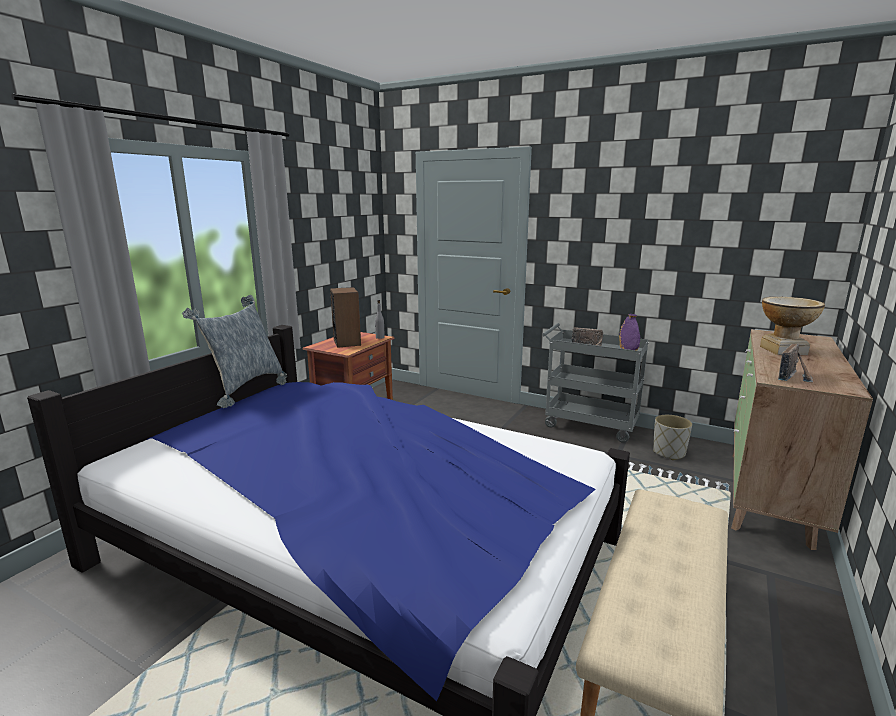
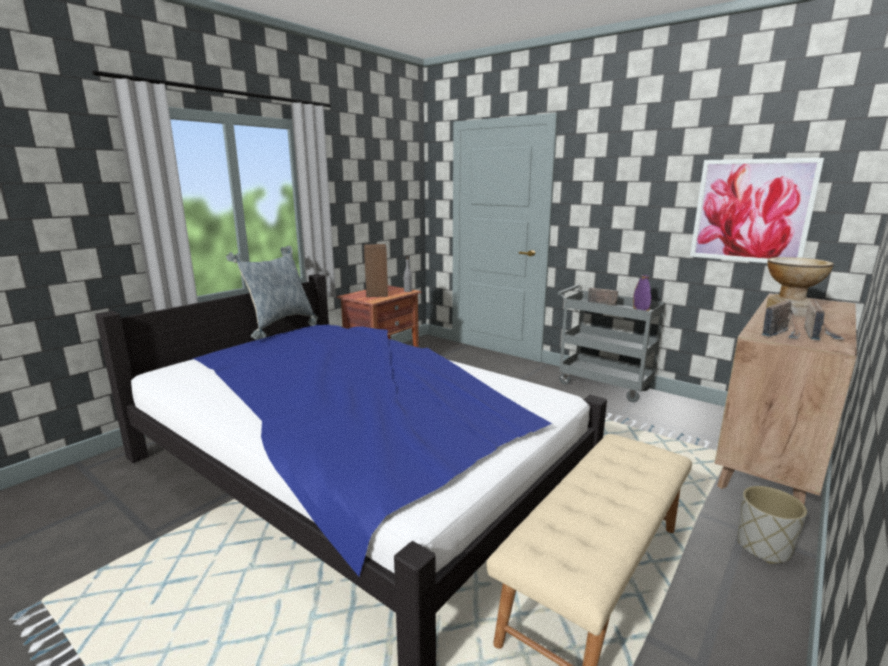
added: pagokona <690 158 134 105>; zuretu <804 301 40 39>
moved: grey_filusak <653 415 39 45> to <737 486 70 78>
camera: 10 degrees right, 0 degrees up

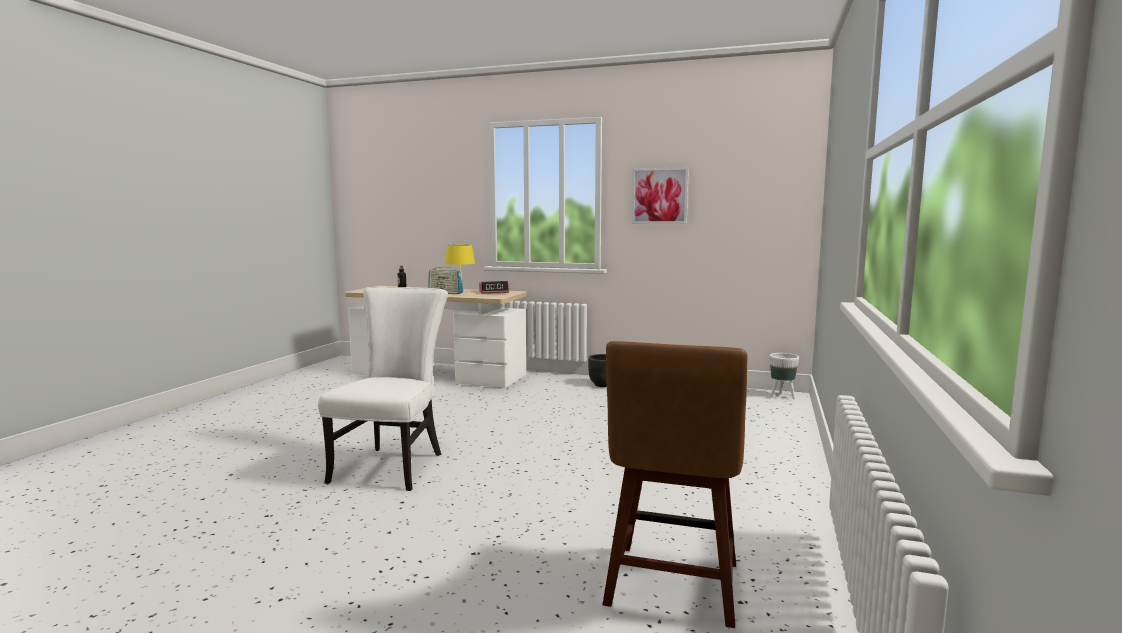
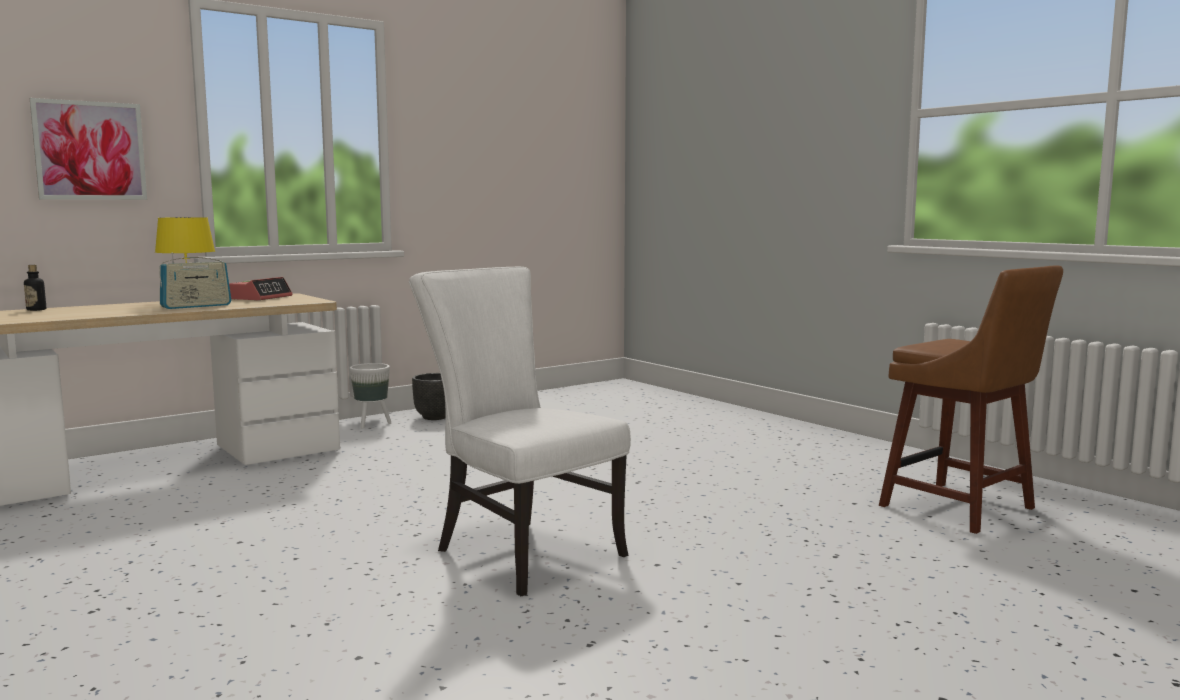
moved: pagokona <632 167 57 57> to <30 98 117 102>; white_filusak <770 353 29 46> to <350 363 41 66>
camera: 55 degrees left, 0 degrees up

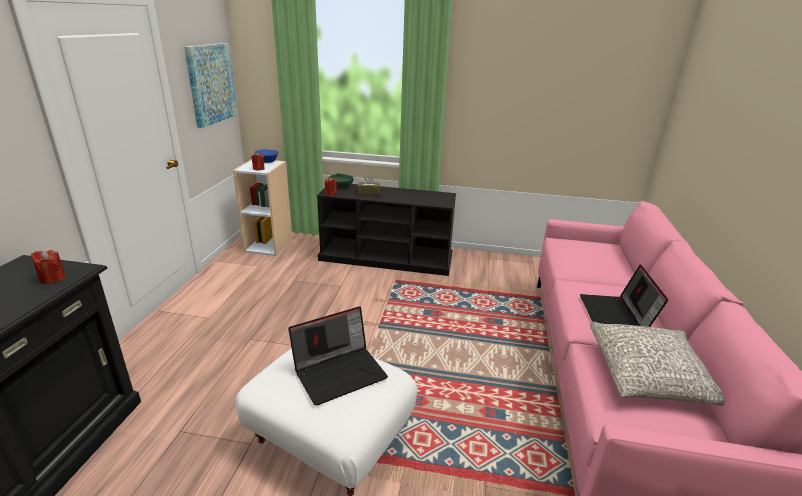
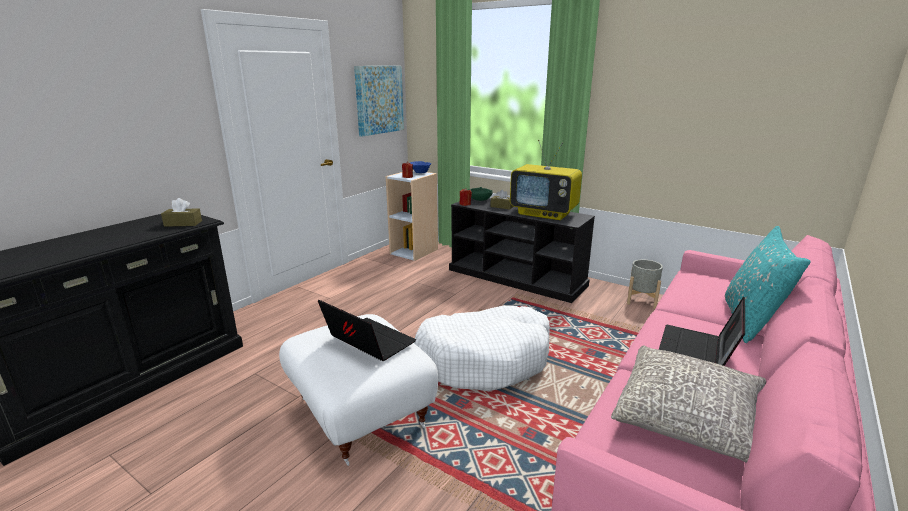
added: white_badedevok <414 306 136 85>; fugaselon <510 140 72 80>; grey_filusak <627 259 36 50>; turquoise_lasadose <725 226 86 117>
replaced: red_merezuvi <31 250 35 34> to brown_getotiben <161 198 41 29>
turned: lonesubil <288 306 100 100> = <318 300 98 61> 135 degrees counterclockwise
camera: 25 degrees right, 5 degrees down

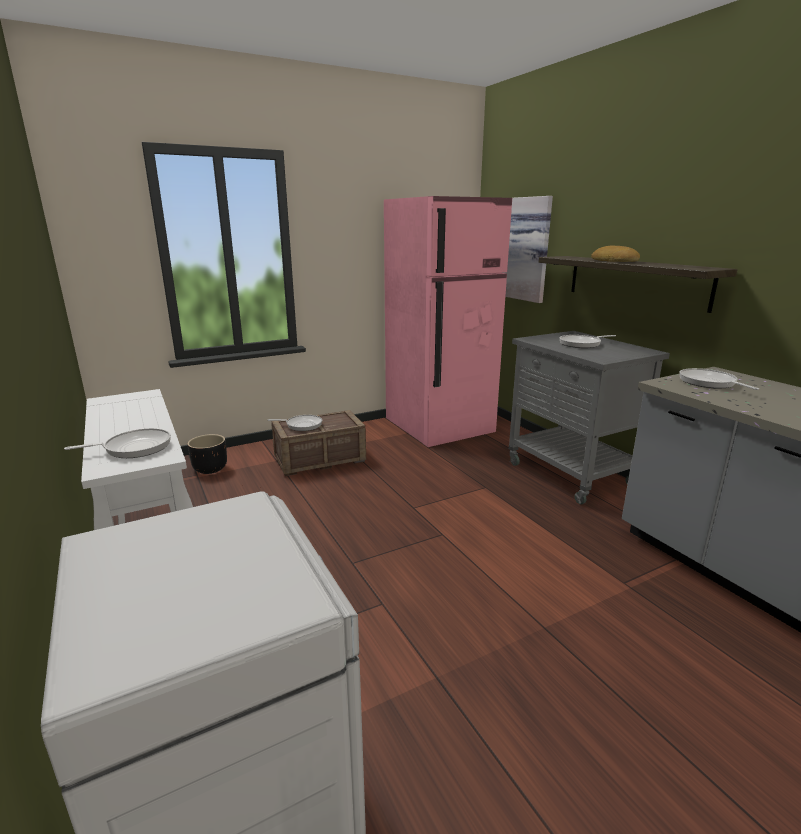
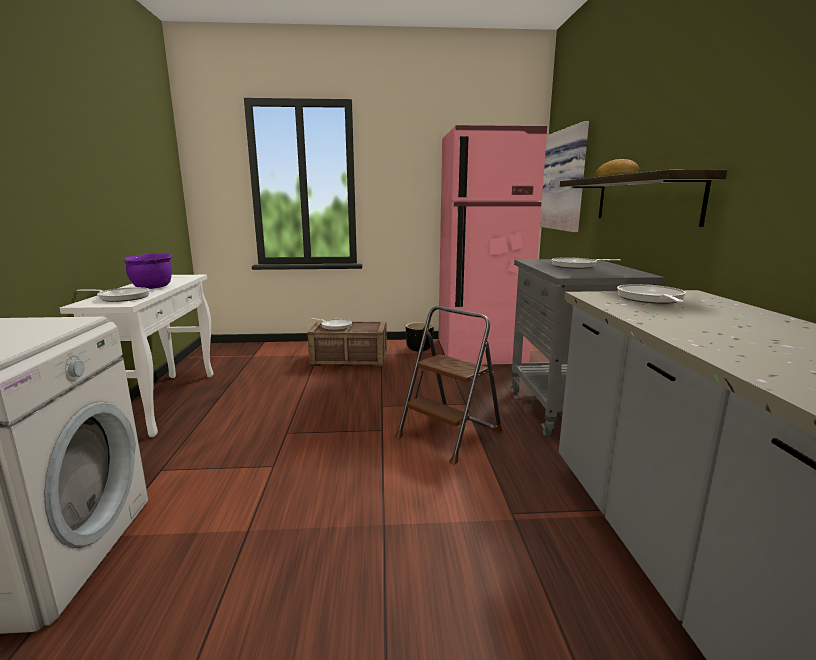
added: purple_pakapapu <123 253 49 36>; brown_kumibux <394 306 108 159>
moved: black_filusak <188 434 39 40> to <406 322 28 30>
camera: 25 degrees right, 5 degrees down

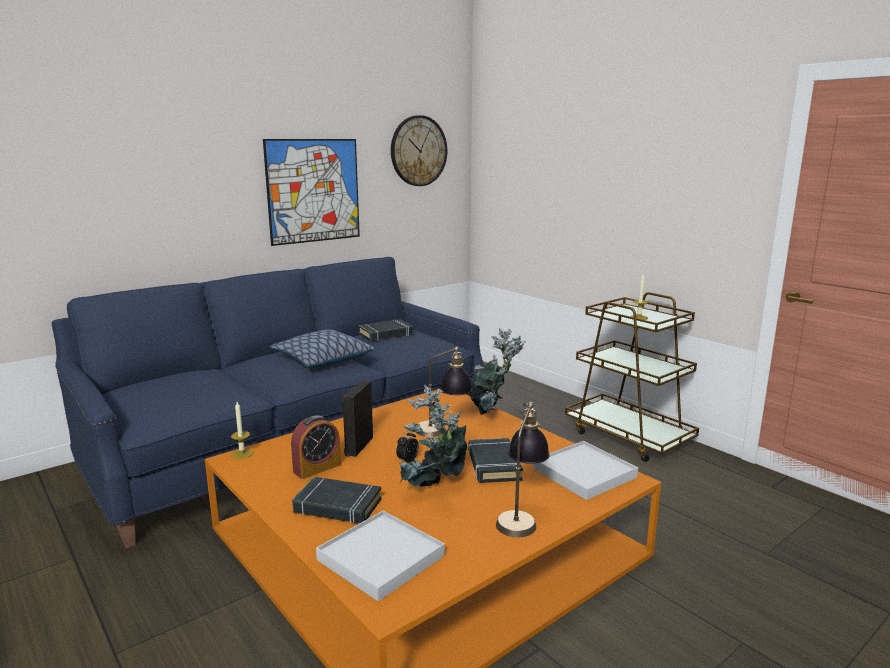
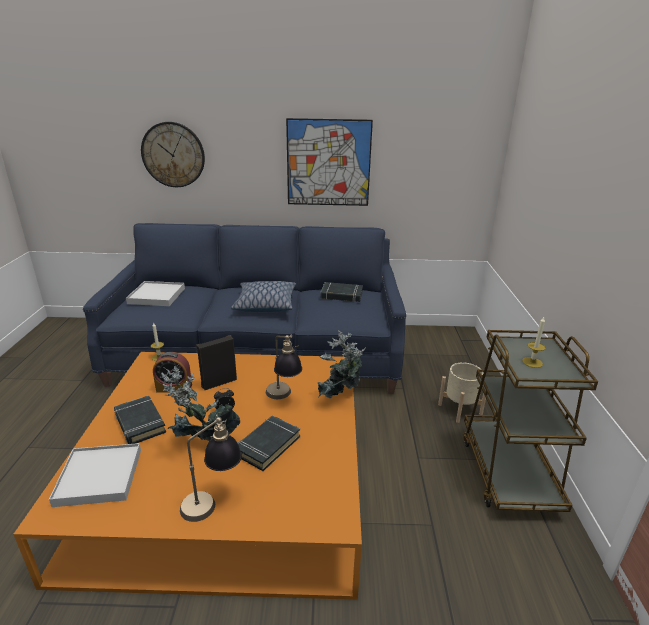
added: beige_filusak <438 362 48 61>
moved: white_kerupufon <533 441 105 59> to <126 281 59 25>; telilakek <391 115 56 71> to <141 122 64 65>
camera: 40 degrees right, 10 degrees up

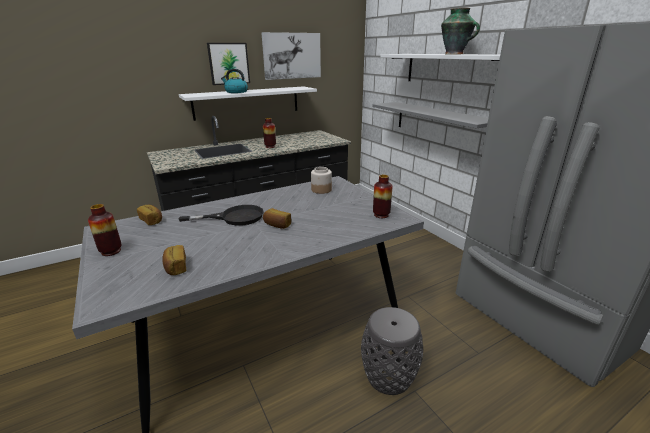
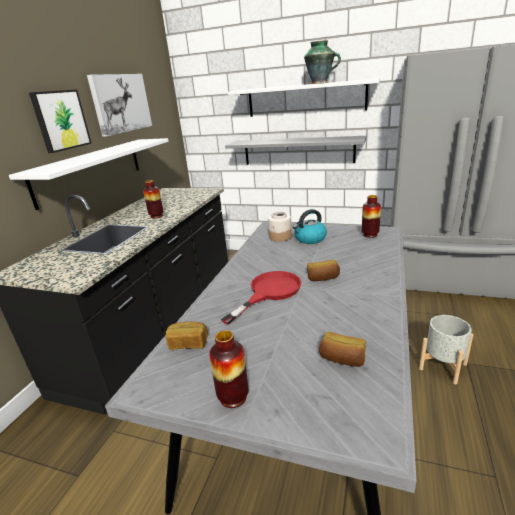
moved: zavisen <221 69 27 24> to <293 209 34 35>
replaced: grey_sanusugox <361 307 62 88> to grey_filusak <419 315 54 69>
recoloured: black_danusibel <178 205 86 21> to red_danusibel <221 271 80 54>
camera: 40 degrees left, 0 degrees up

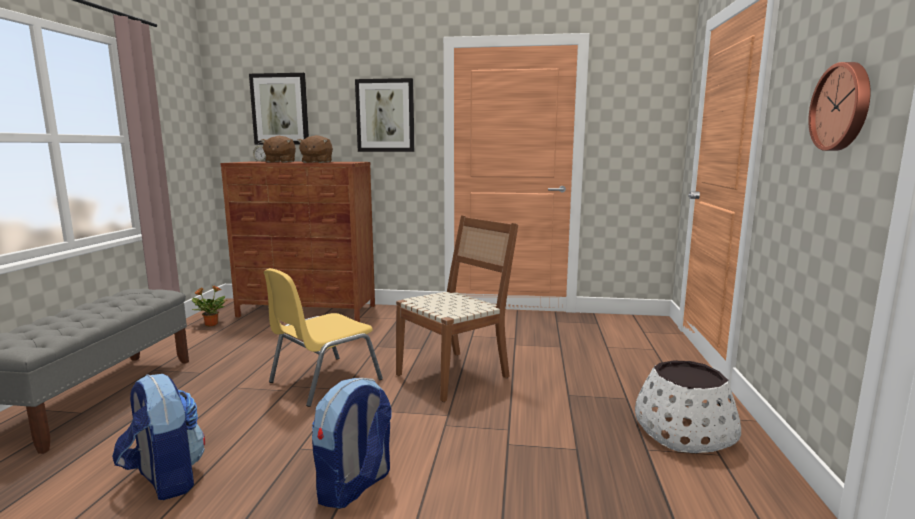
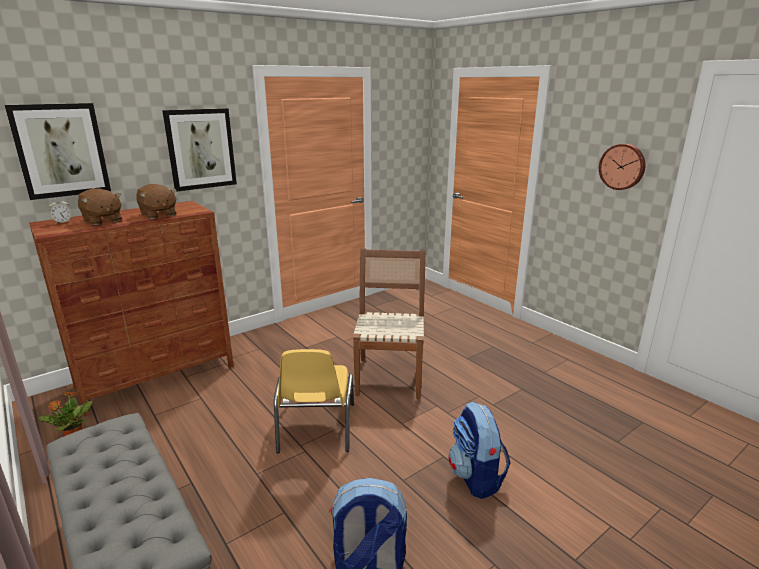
removed: white_filusak <635 360 106 93>
camera: 45 degrees left, 10 degrees up

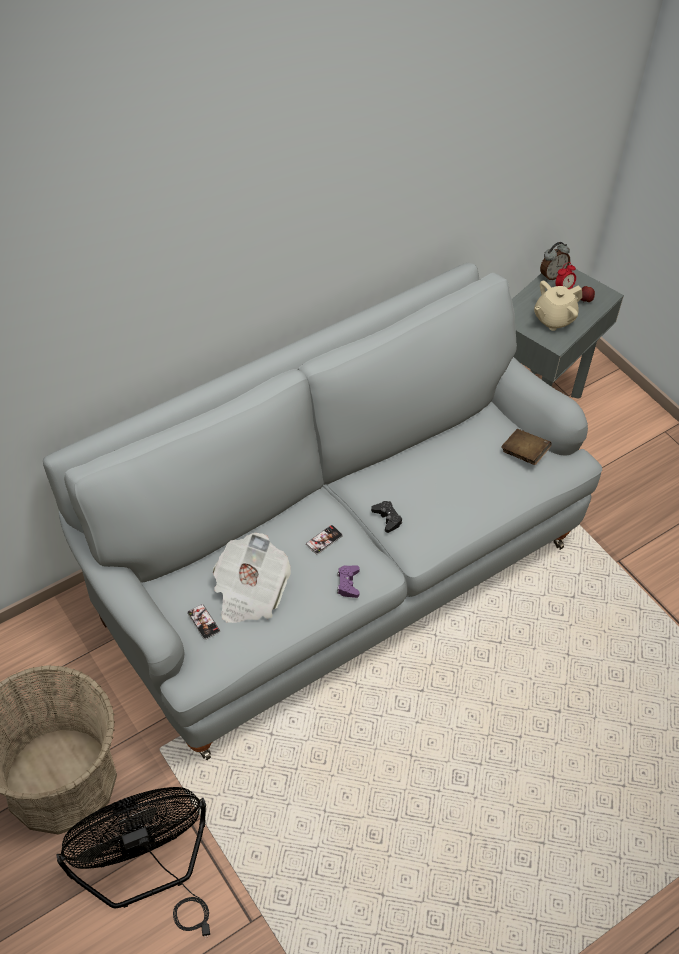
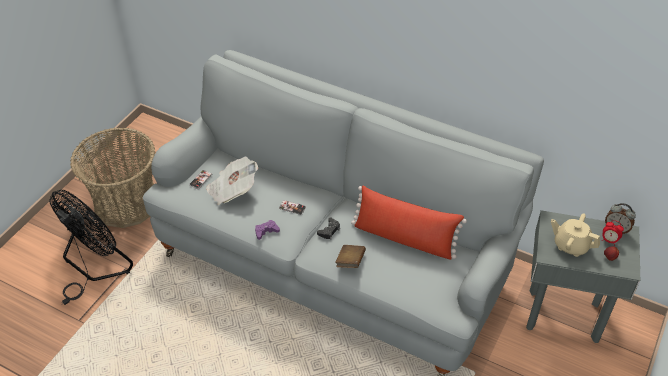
added: red_lasadose <351 185 116 75>
moved: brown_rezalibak <501 429 51 36> to <335 245 31 23>
camera: 65 degrees right, 5 degrees down

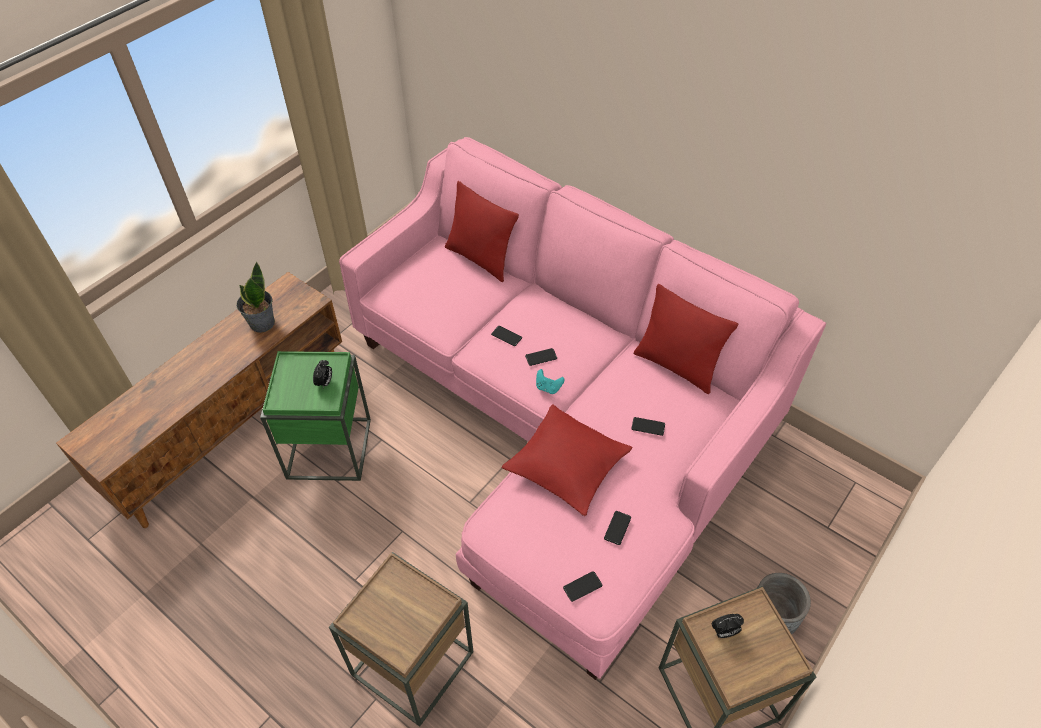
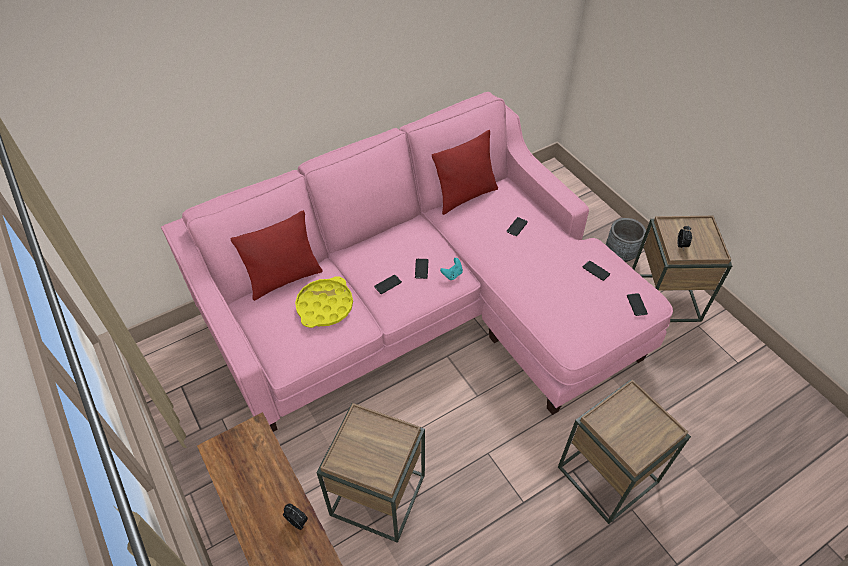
removed: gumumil <236 261 39 72>; red_lasadose <502 404 131 112>
added: yellow_kerupufon <295 276 58 52>
moved: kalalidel <313 360 19 28> to <283 504 25 26>
recoloured: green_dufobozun <260 351 111 130> to brown_dufobozun <317 403 108 140>
camera: 70 degrees left, 0 degrees up

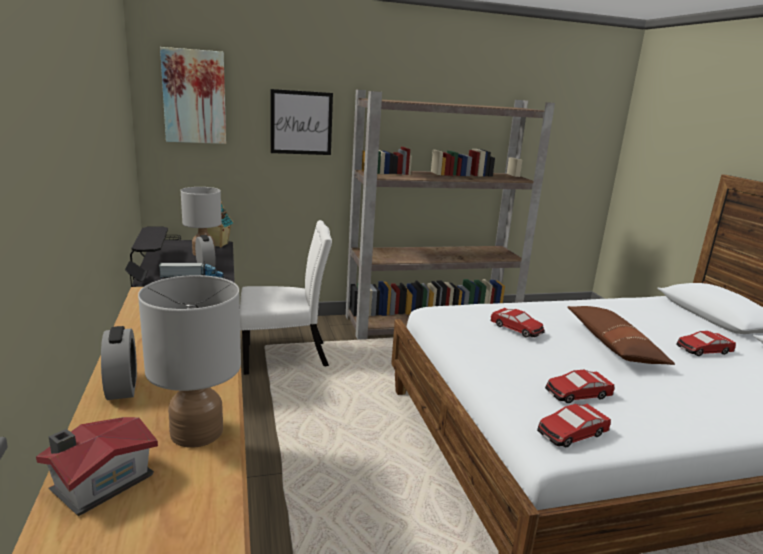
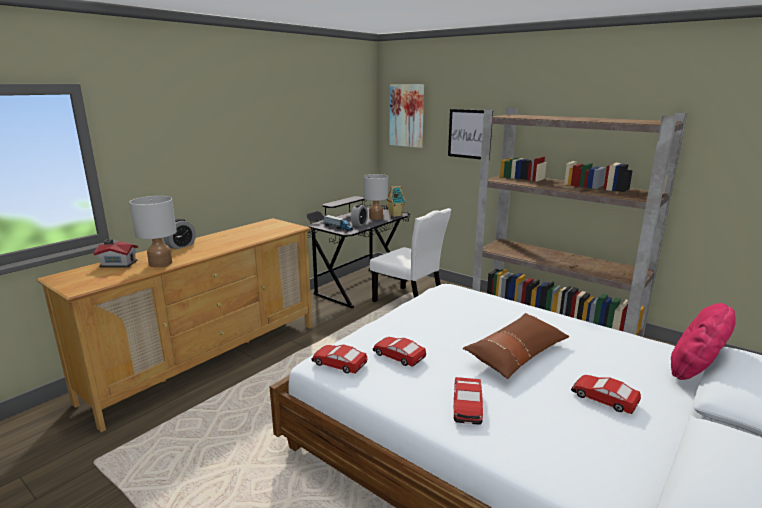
added: pink_lasadose <671 303 65 77>
moved: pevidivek <491 308 54 29> to <454 377 29 48>
camera: 55 degrees right, 0 degrees up

